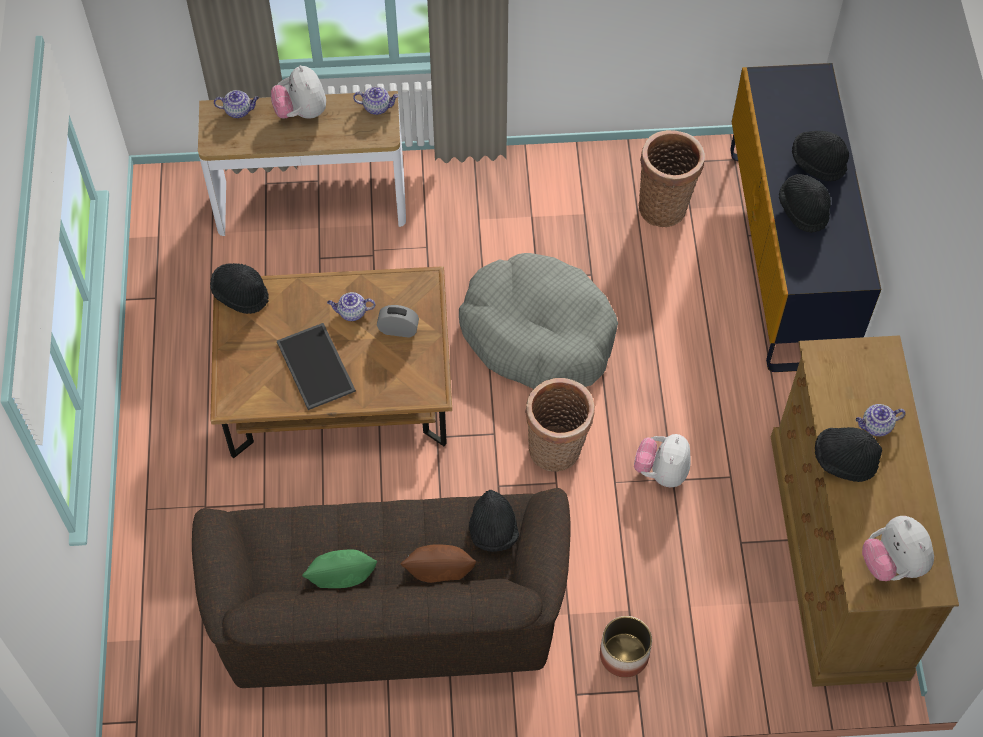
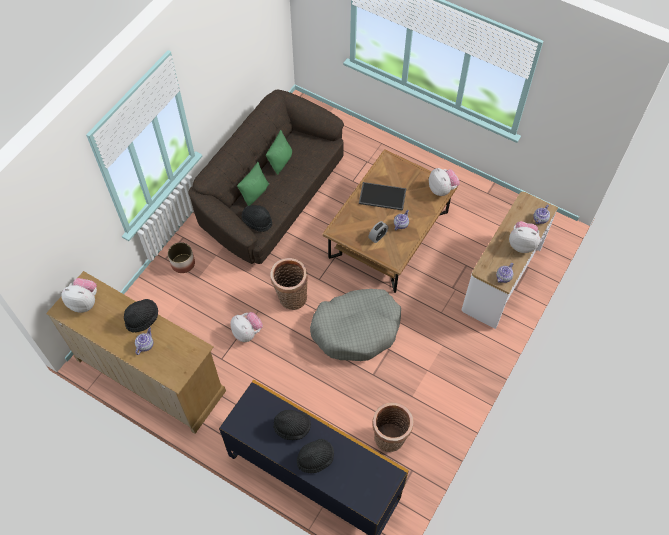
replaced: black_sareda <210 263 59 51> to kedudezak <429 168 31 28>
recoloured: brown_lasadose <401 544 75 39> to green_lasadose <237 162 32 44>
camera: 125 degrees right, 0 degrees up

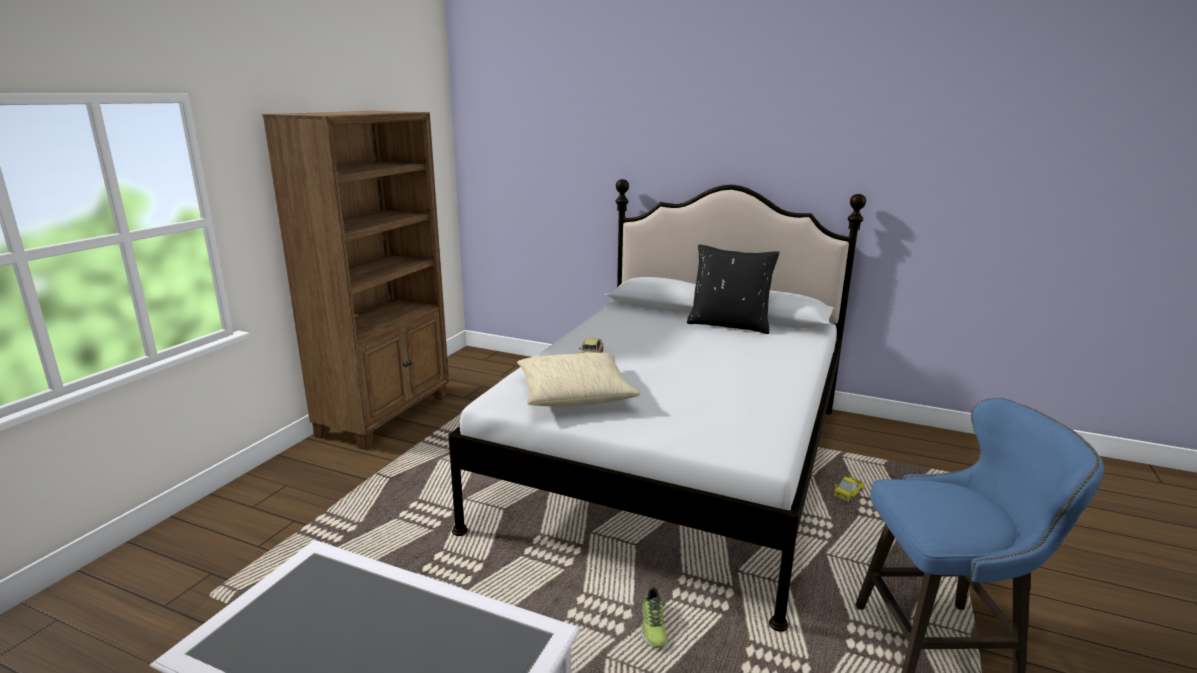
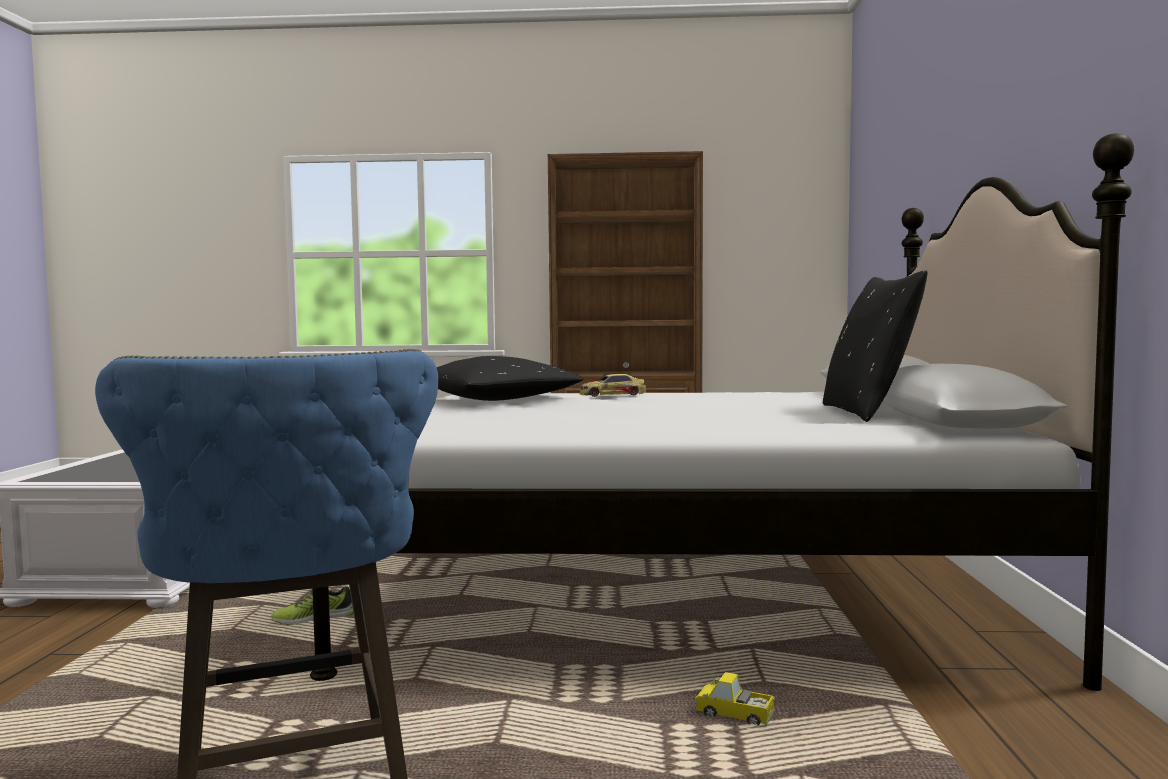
recoloured: beige_lasadose <517 353 124 53> to black_lasadose <436 356 147 45>
camera: 70 degrees right, 15 degrees down

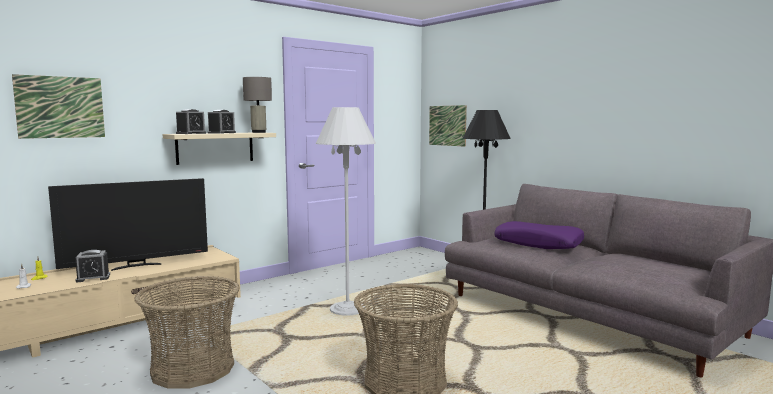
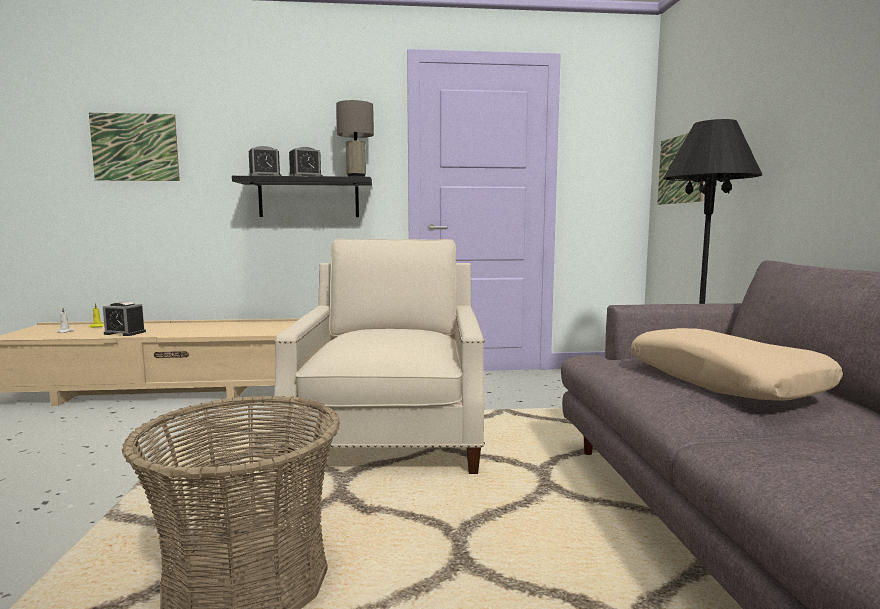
removed: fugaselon <48 178 160 93>; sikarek <134 276 106 113>
replaced: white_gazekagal <316 107 60 209> to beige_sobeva <273 239 212 235>
recoloured: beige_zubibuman <163 133 113 32> to black_zubibuman <232 176 140 41>; purple_lasadose <494 221 90 28> to beige_lasadose <631 328 212 73>
camera: 35 degrees right, 0 degrees up

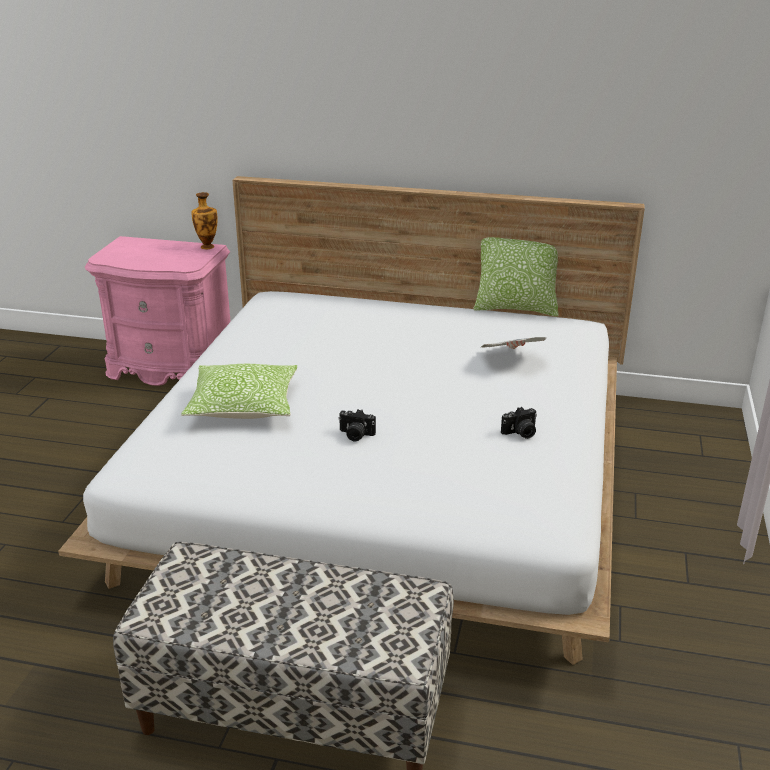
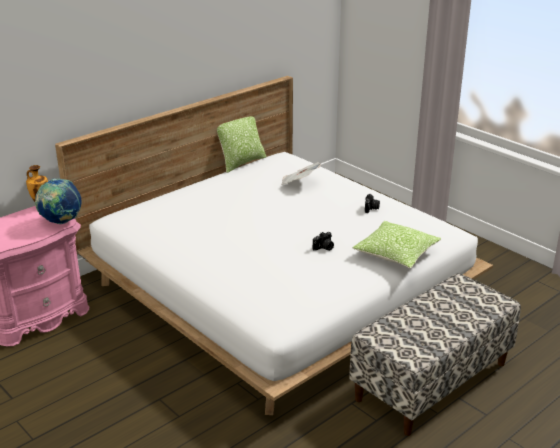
added: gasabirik <35 178 47 46>
moved: lasadose <181 364 116 55> to <352 221 89 48>
camera: 55 degrees left, 0 degrees up

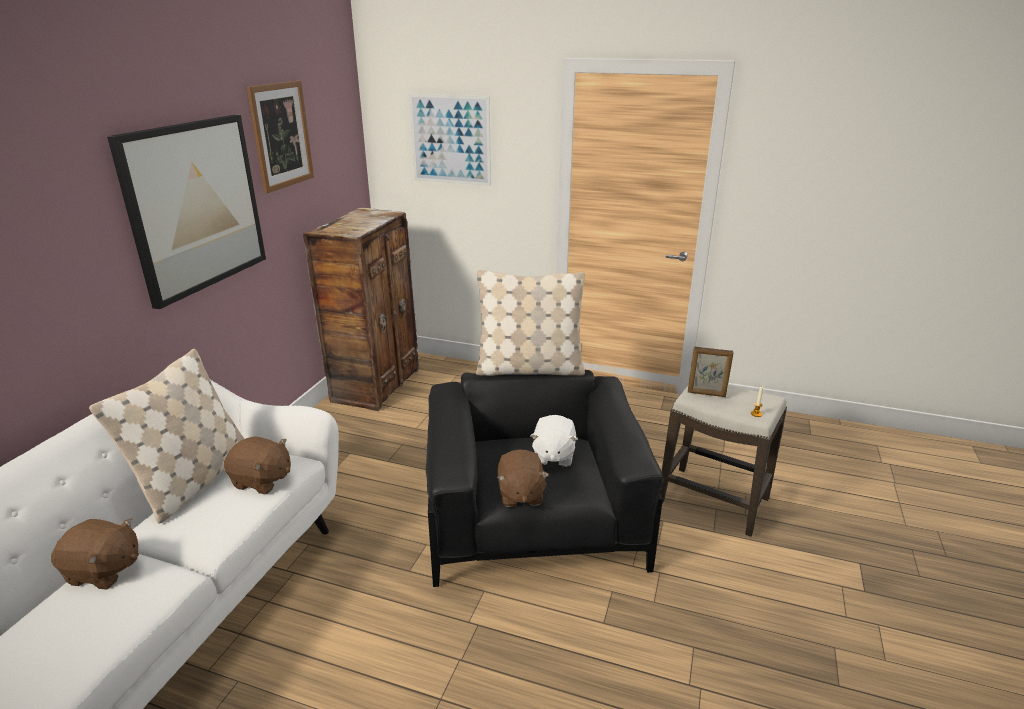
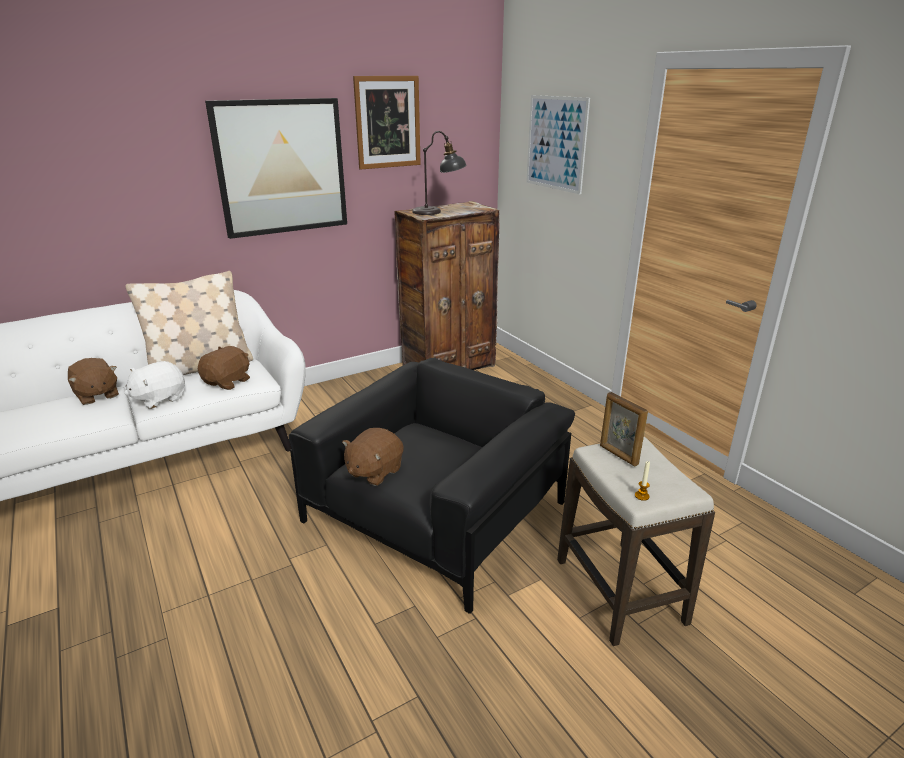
removed: beige_lasadose <476 270 109 106>
added: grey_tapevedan <412 131 55 84>
moved: white_kedudezak <530 415 48 52> to <124 361 61 48>
turned: brown_kedudezak <224 436 67 59> = <198 346 52 44> 120 degrees counterclockwise
camera: 40 degrees right, 0 degrees up

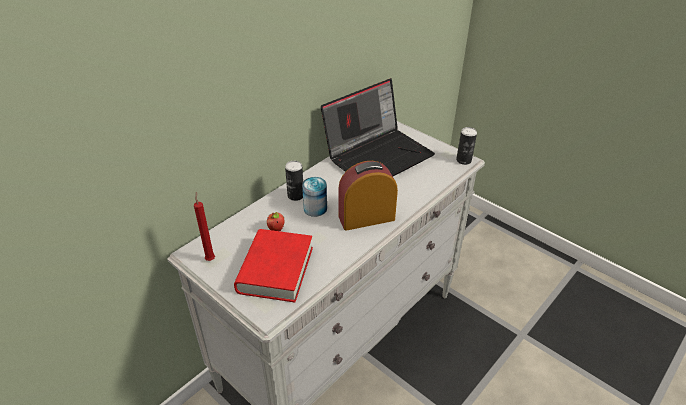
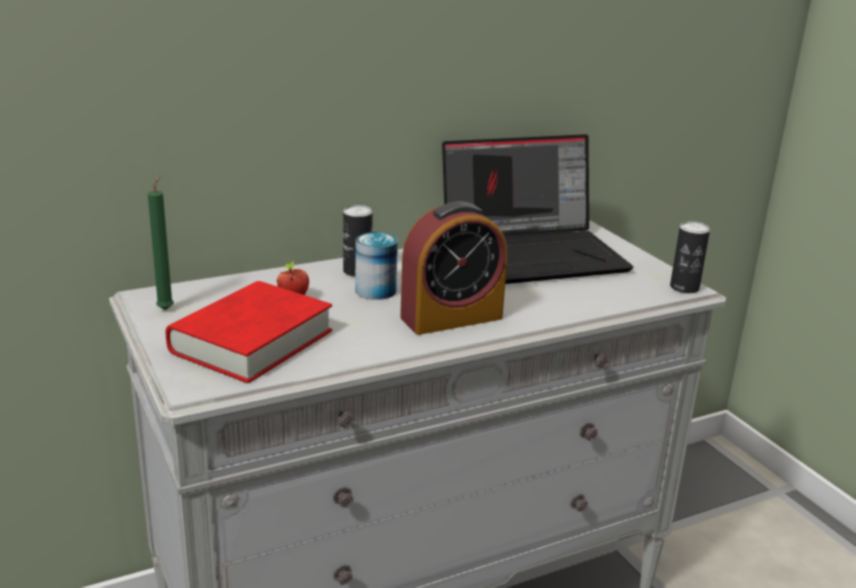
recoloured: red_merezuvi <194 192 21 69> to green_merezuvi <148 175 26 135>
turned: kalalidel <338 161 60 70> = <400 201 108 134> 150 degrees clockwise
camera: 20 degrees right, 15 degrees down

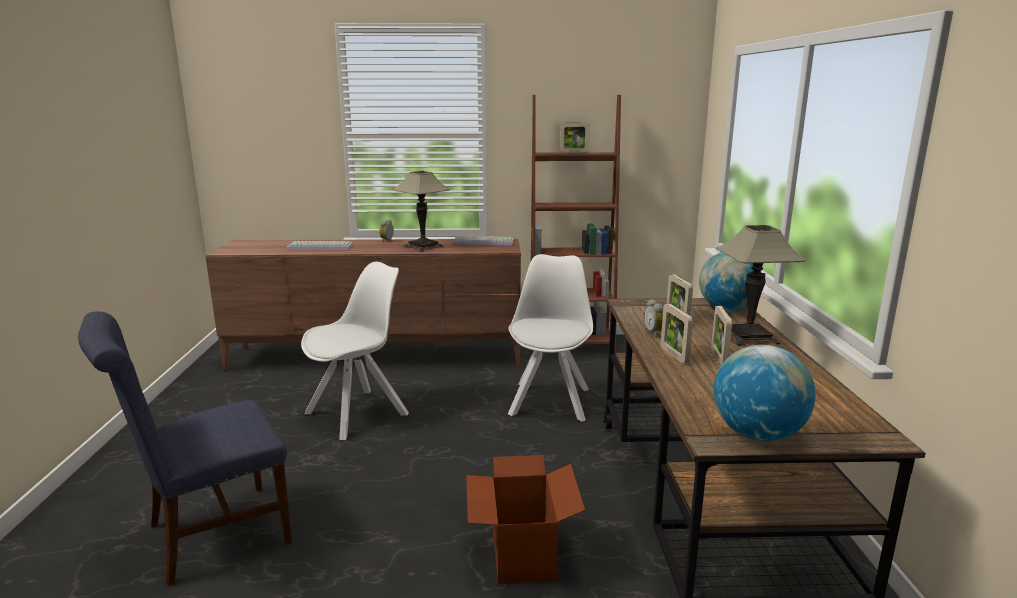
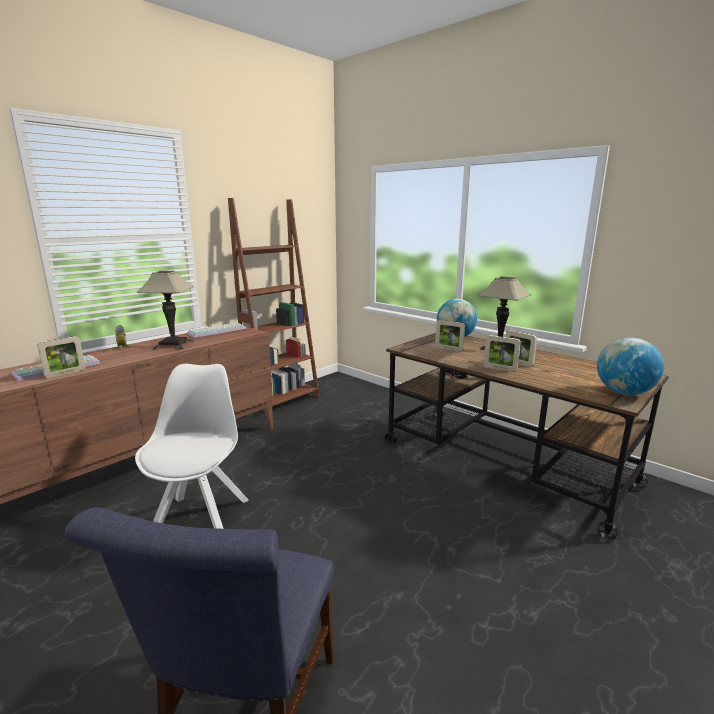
removed: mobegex <466 455 119 129>; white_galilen <508 254 85 168>; kalalidel <644 299 19 38>
moved: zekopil <560 123 30 30> to <37 336 48 42>
camera: 45 degrees left, 0 degrees up

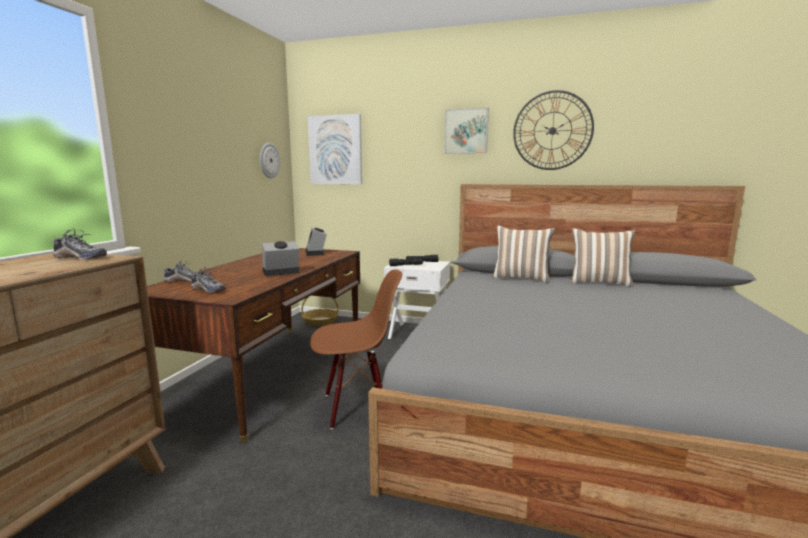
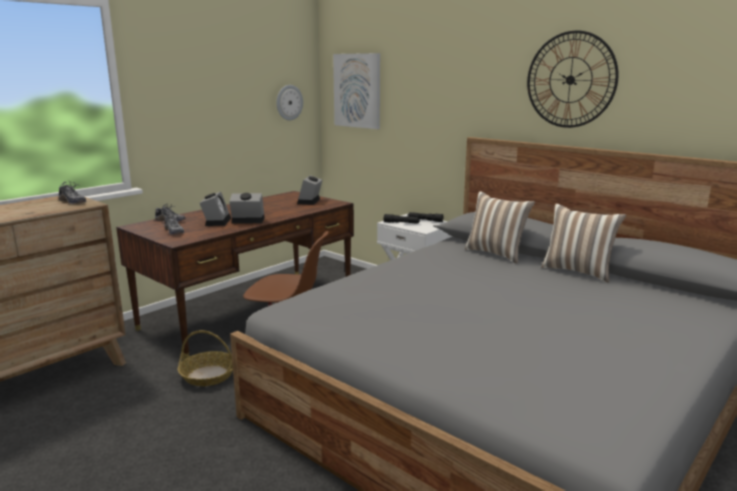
removed: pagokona <444 108 45 46>
added: kalalidel <200 192 31 34>
moved: sikarek <301 295 38 31> to <177 330 56 56>
camera: 25 degrees right, 5 degrees up

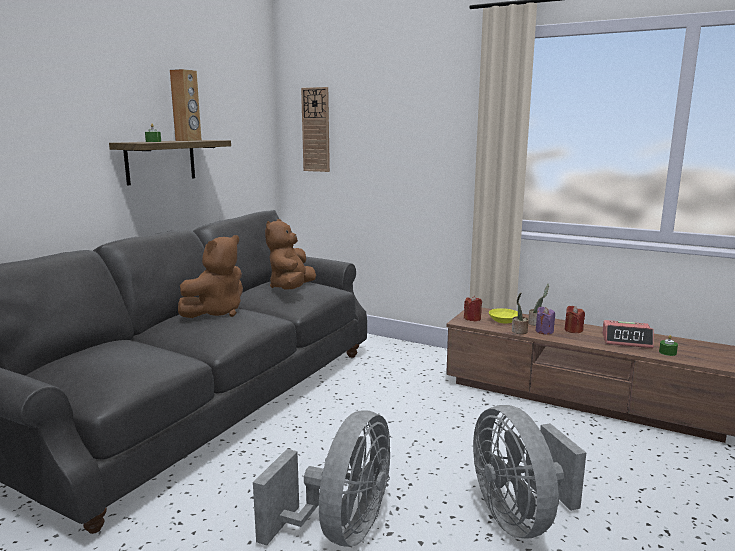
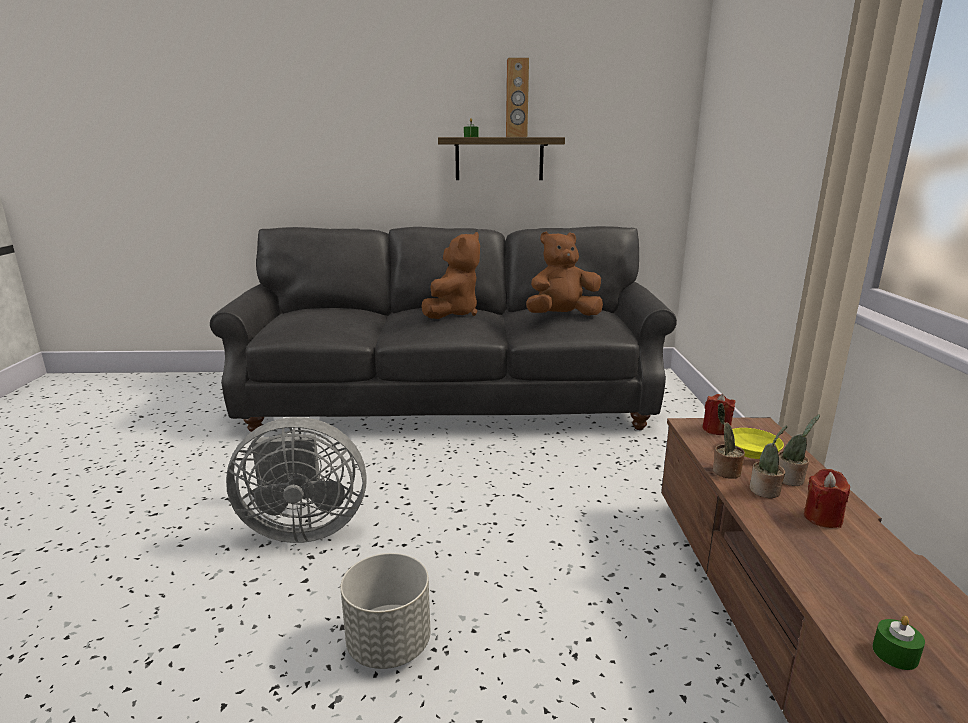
removed: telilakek <301 87 29 85>; kalalidel <602 320 52 28>
replaced: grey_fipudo <473 405 113 134> to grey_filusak <340 553 90 116>; purple_merezuvi <536 307 19 27> to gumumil <749 425 38 73>
turned: brown_kedudezak <178 235 65 83> = <422 232 58 87> 75 degrees counterclockwise
camera: 60 degrees right, 5 degrees up

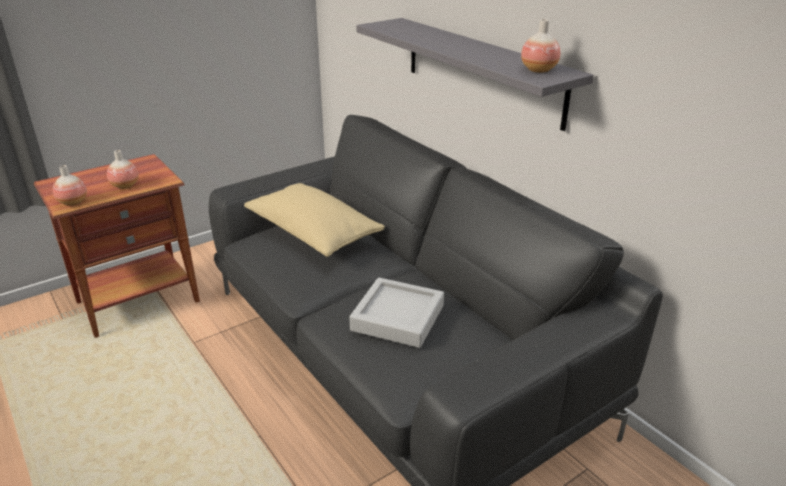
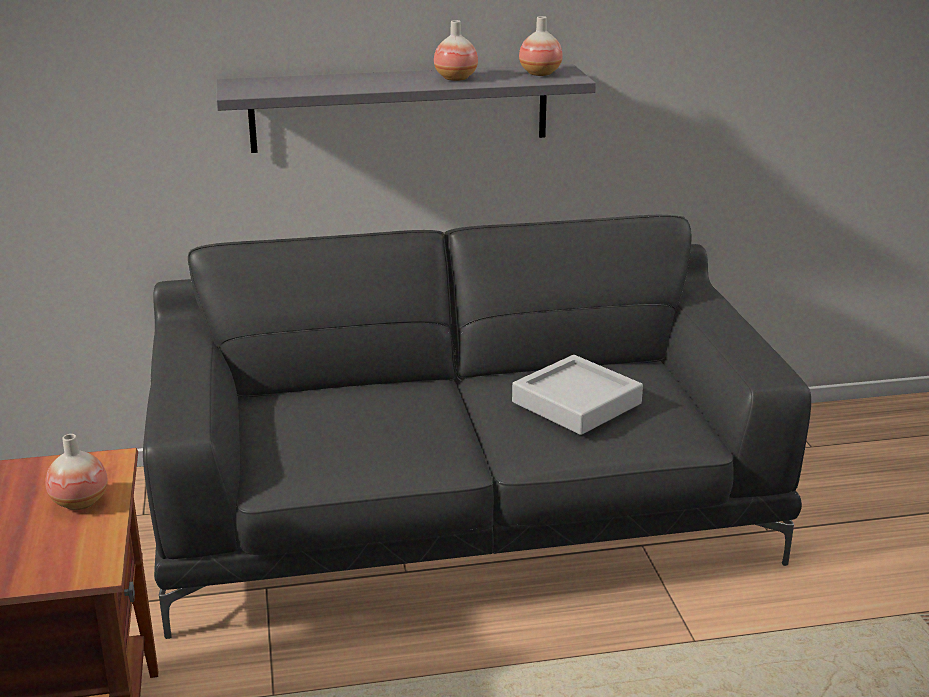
removed: beige_lasadose <244 183 141 74>
moved: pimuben <52 165 35 41> to <434 20 44 61>
camera: 65 degrees left, 5 degrees down

